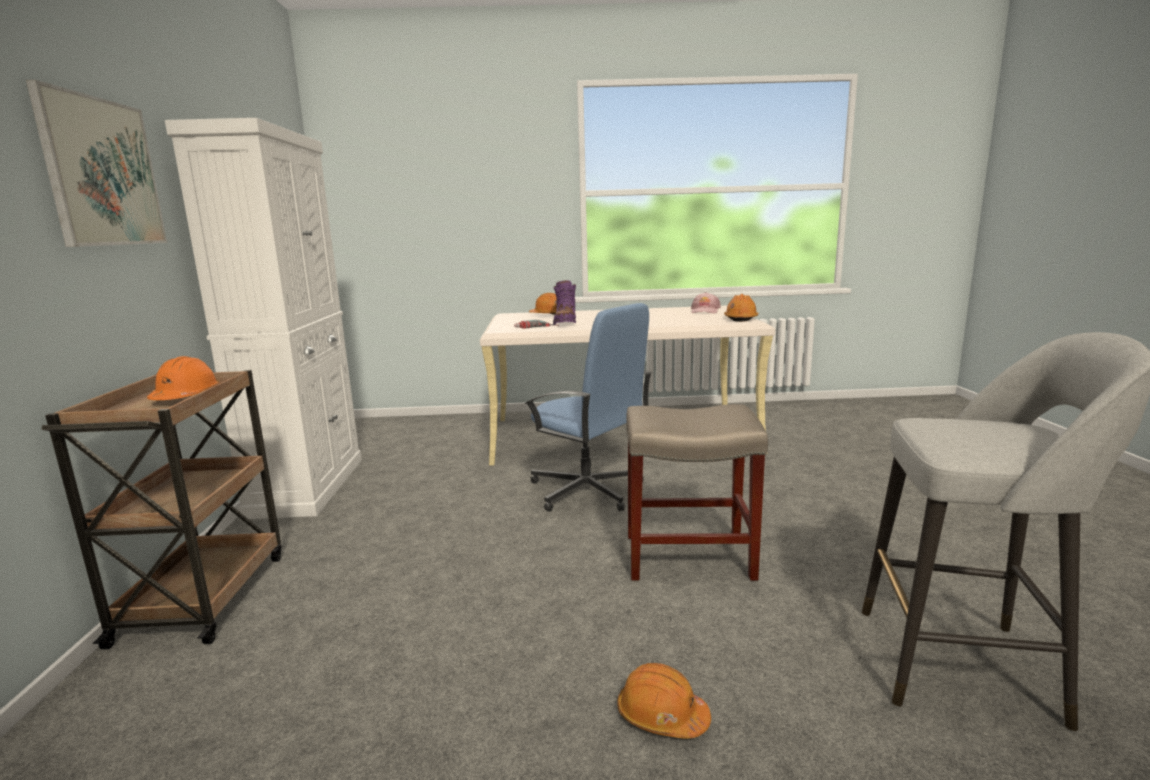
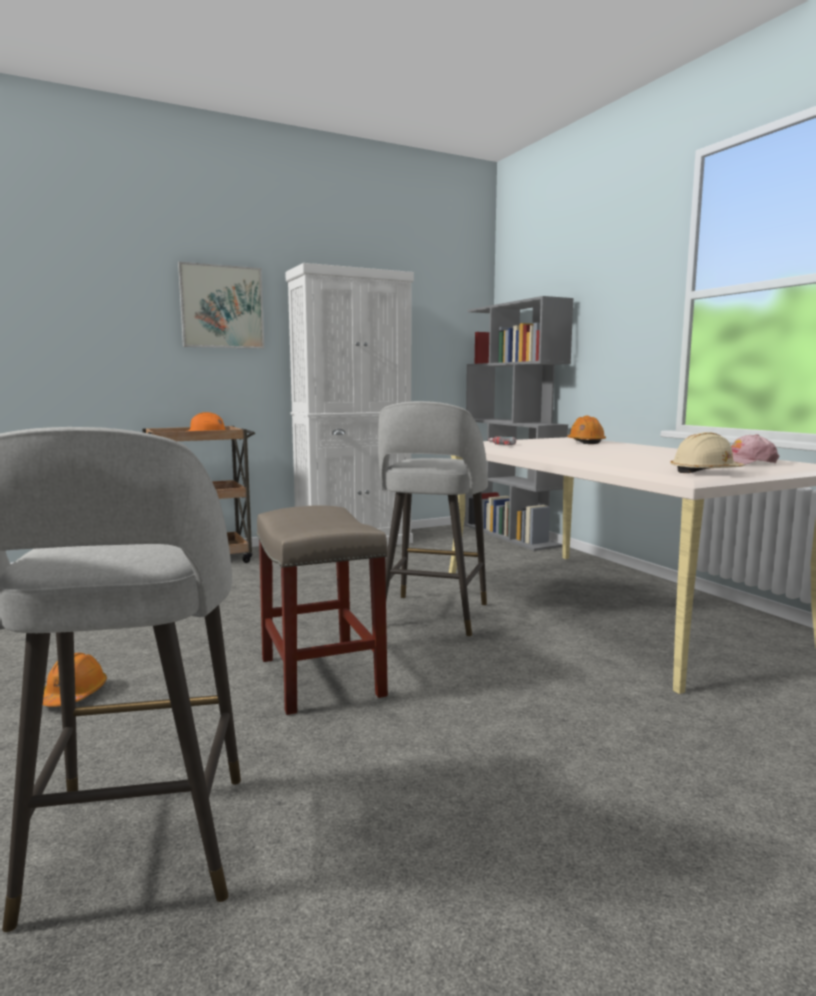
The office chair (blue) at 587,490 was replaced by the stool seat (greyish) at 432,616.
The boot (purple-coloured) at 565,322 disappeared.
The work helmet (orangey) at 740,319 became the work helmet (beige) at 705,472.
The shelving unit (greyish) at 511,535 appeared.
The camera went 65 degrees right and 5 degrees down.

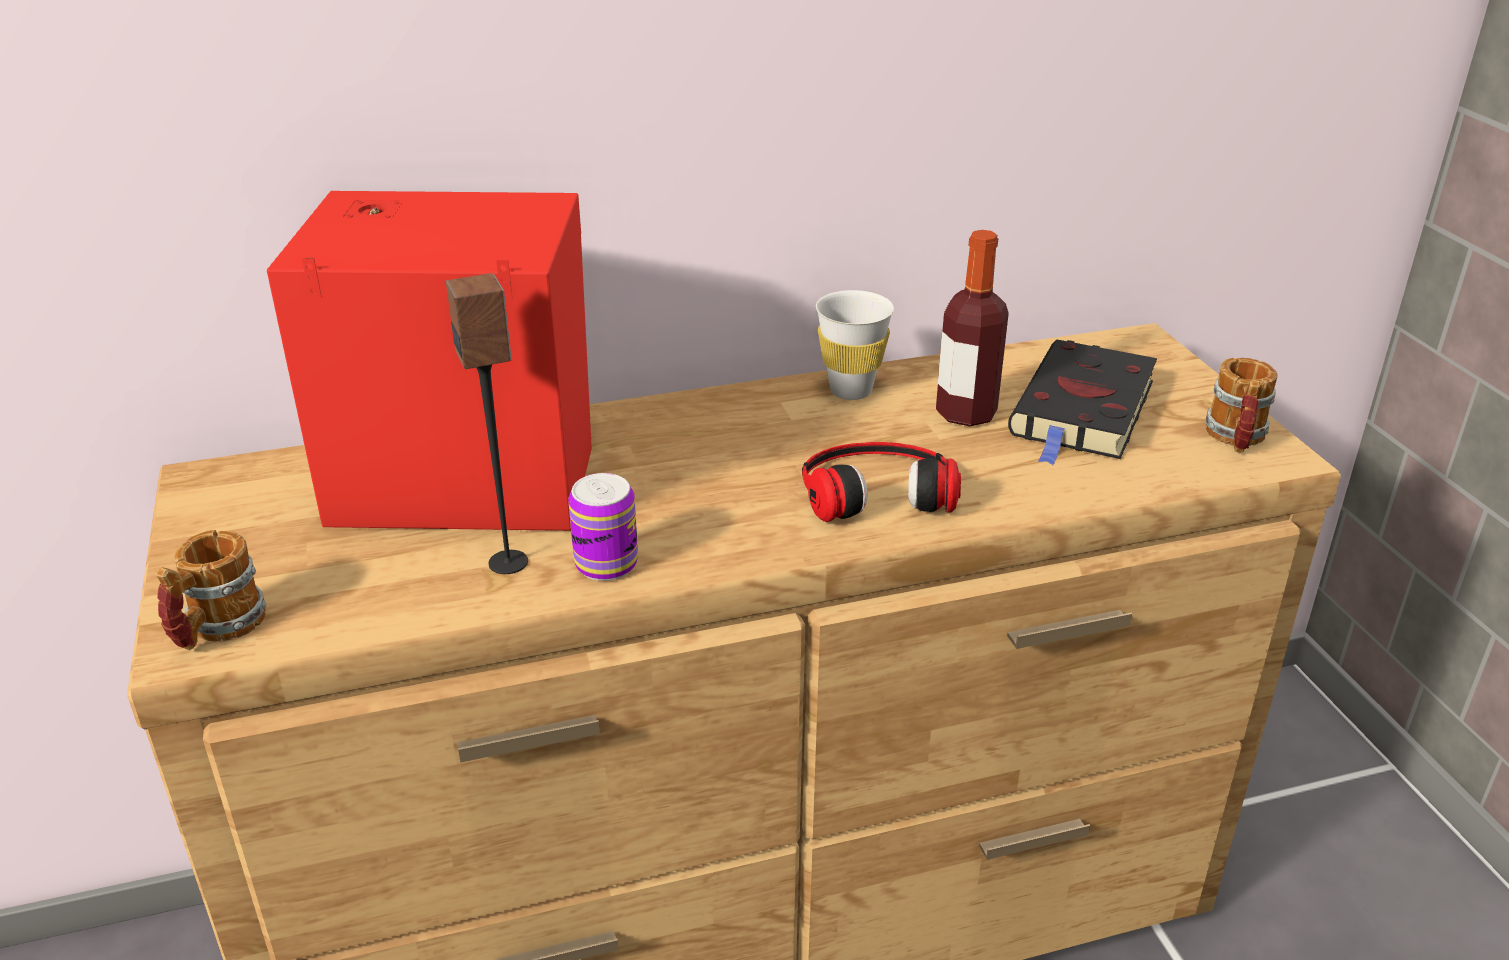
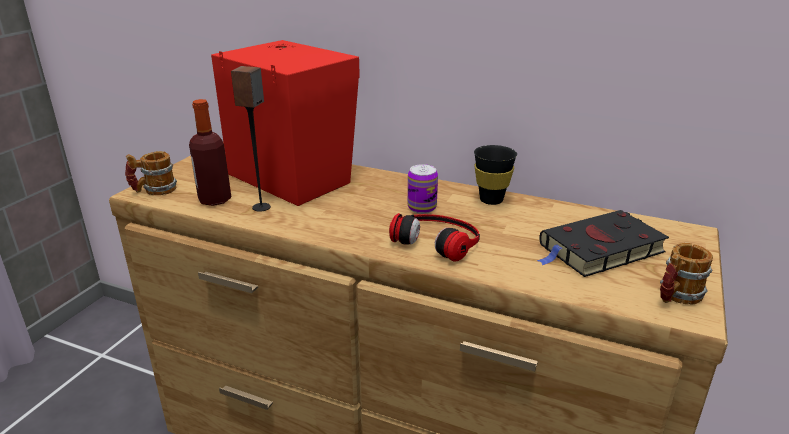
The sealed can moved from 606,564 to 422,207.
The small cup (white) at 851,390 became the small cup (black-coloured) at 491,200.
The beverage bottle moved from 966,413 to 215,199.
The camera went 40 degrees right and 5 degrees down.

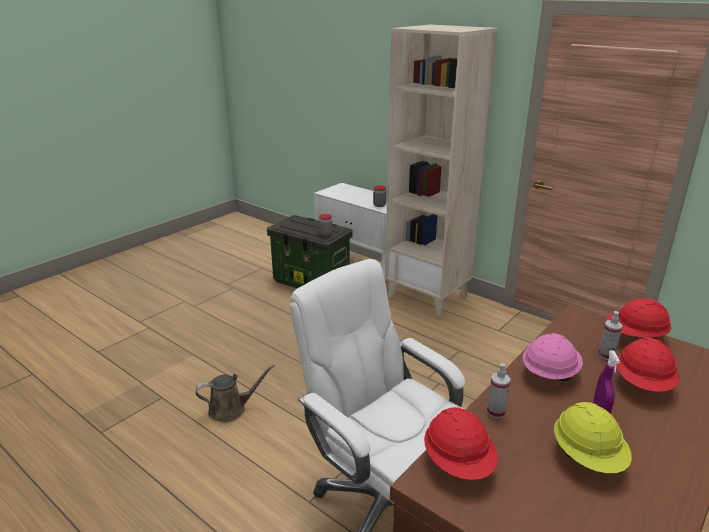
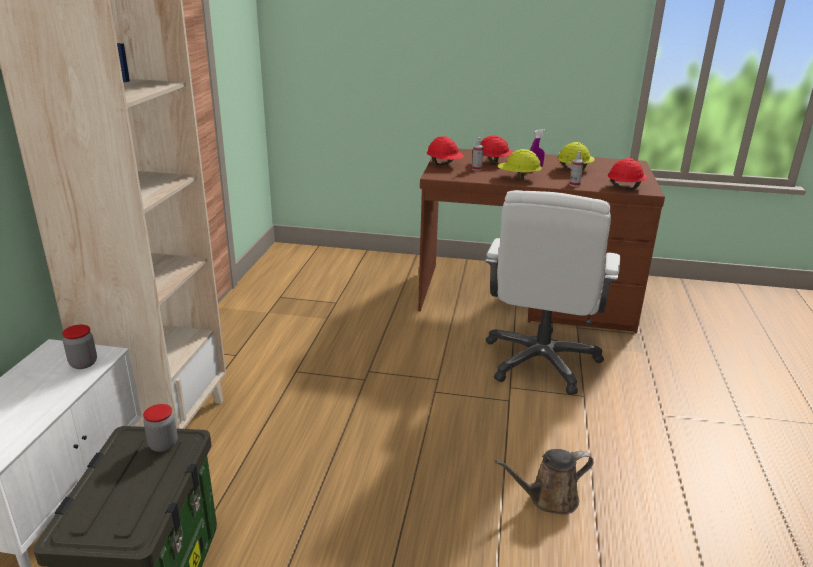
The watering pot (brownish) at 231,409 turned 60 degrees counterclockwise.
The work helmet (pink-coloured) at 549,374 became the work helmet (yellowish) at 518,178.
The camera went 120 degrees left and 0 degrees up.

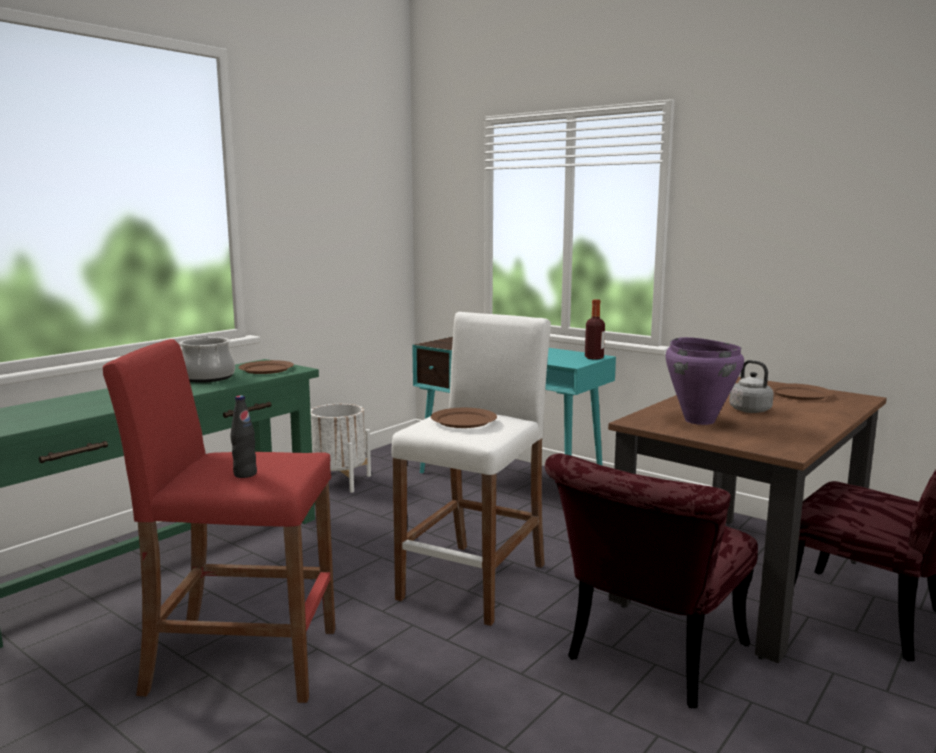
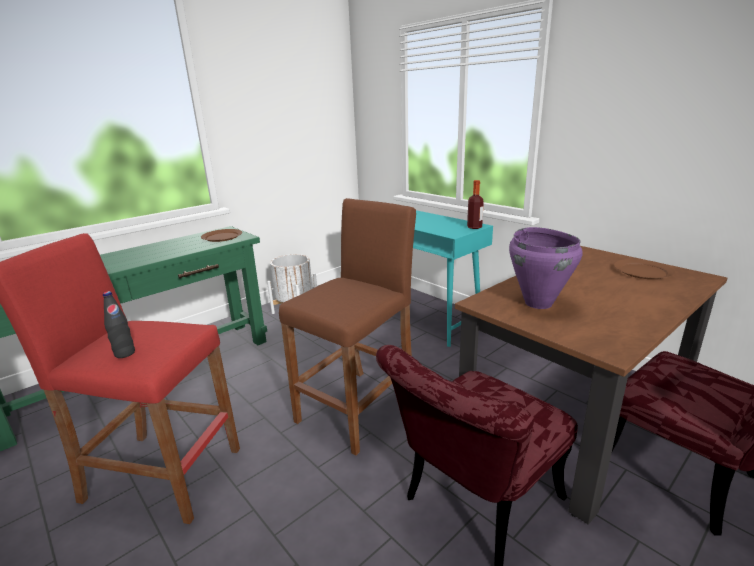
The stockpot at 207,377 disappeared.
The stool seat (white) at 474,581 became the stool seat (brownish) at 358,408.
The plate (brownish) at 463,420 disappeared.
The tea kettle (greyish) at 747,410 disappeared.
The camera went 10 degrees right and 10 degrees up.

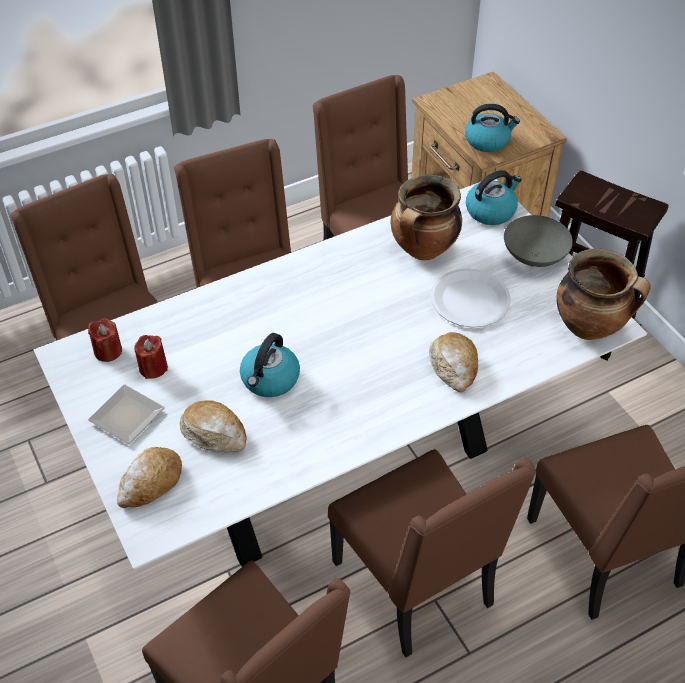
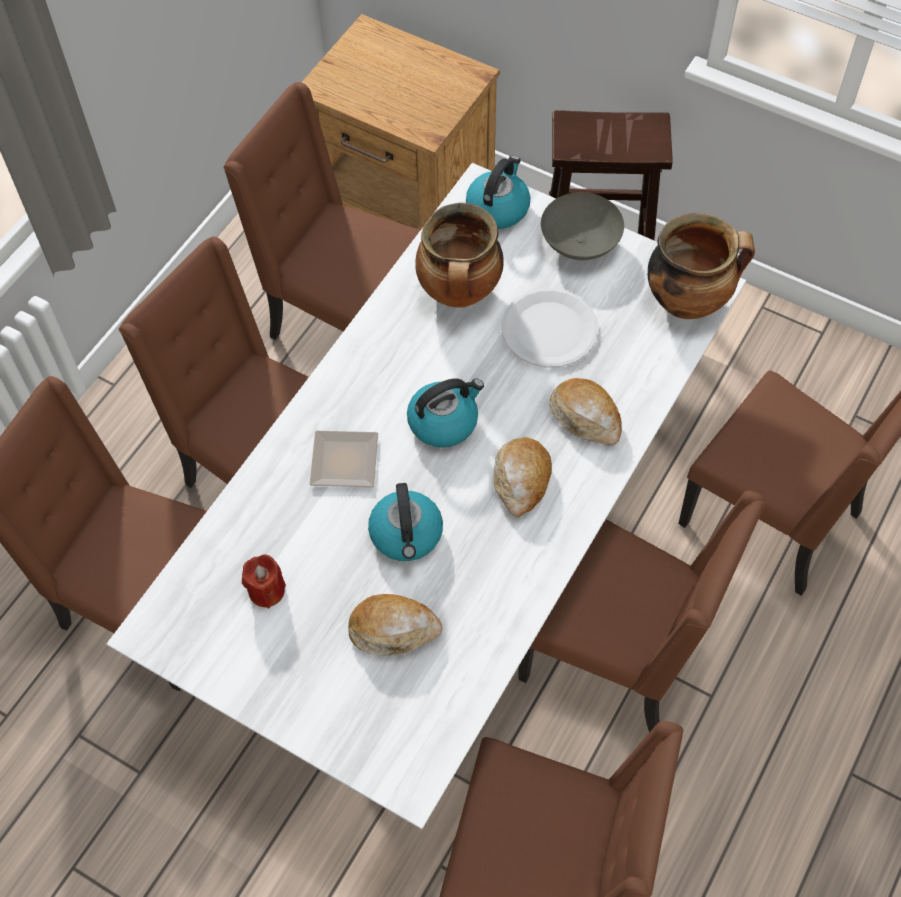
The candle (red) at 108,351 disappeared.
The plate moved from 124,417 to 342,463.
The bread moved from 150,483 to 521,481.
The tea kettle moved from 488,141 to 444,421.
The camera went 30 degrees left and 10 degrees up.

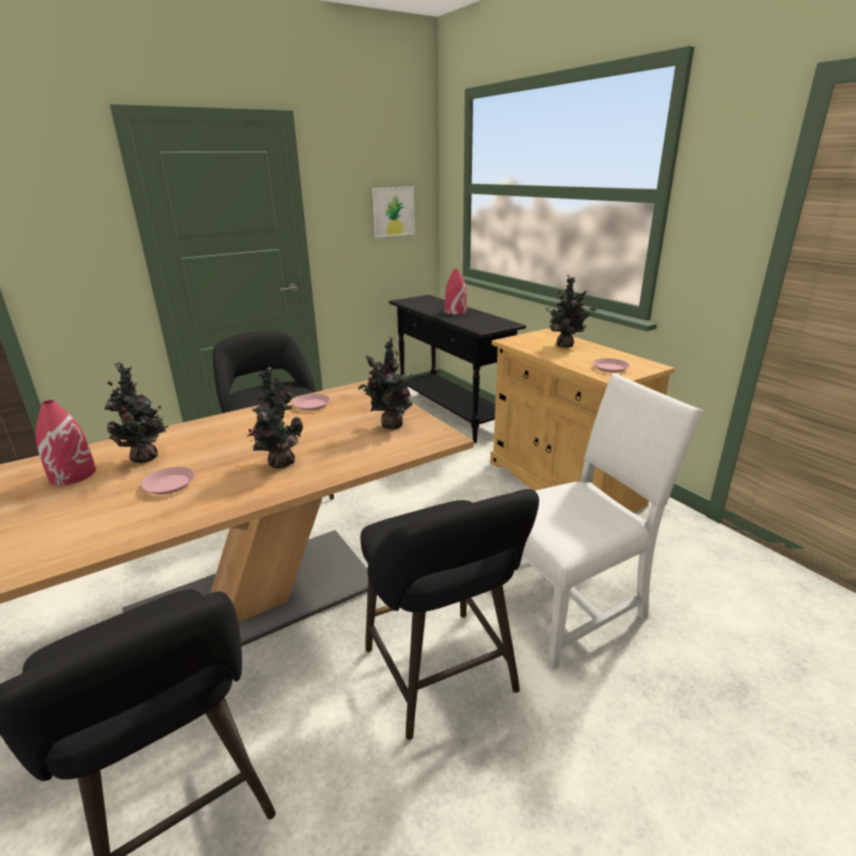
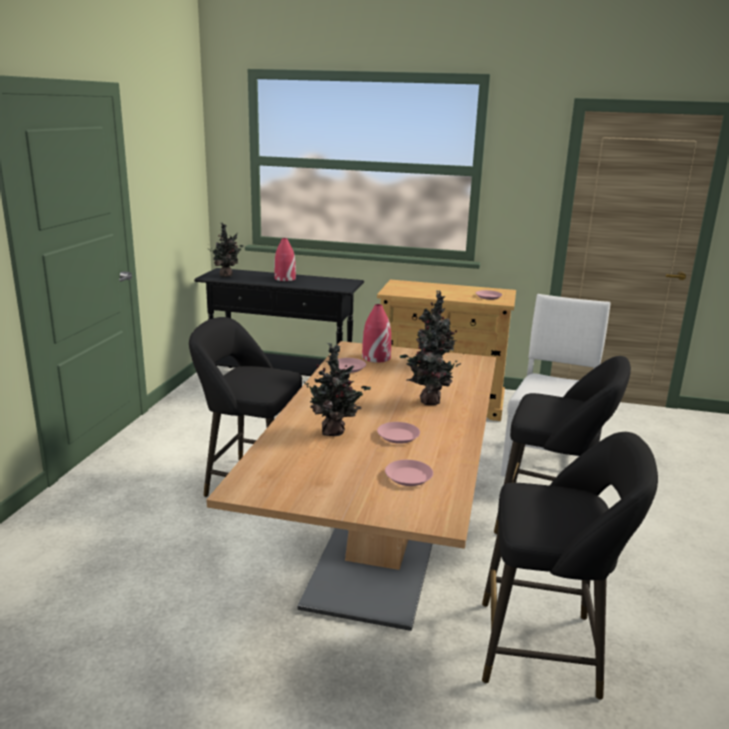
The decorative vase (red) moved from 72,474 to 376,357.
The picture at 393,211 disappeared.
The houseplant moved from 566,345 to 227,275.
The plate (pink-coloured) at 408,477 appeared.
The camera went 45 degrees left and 5 degrees down.

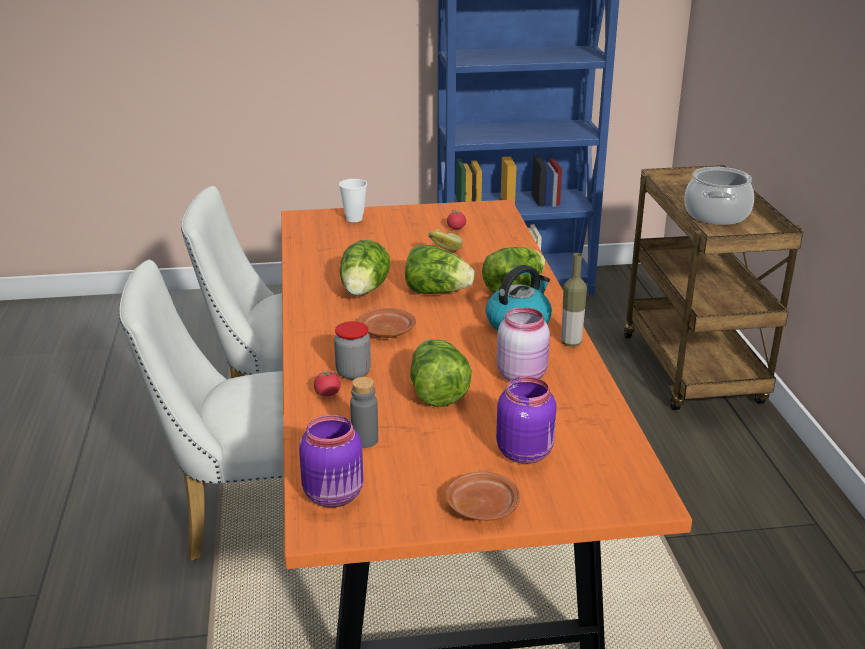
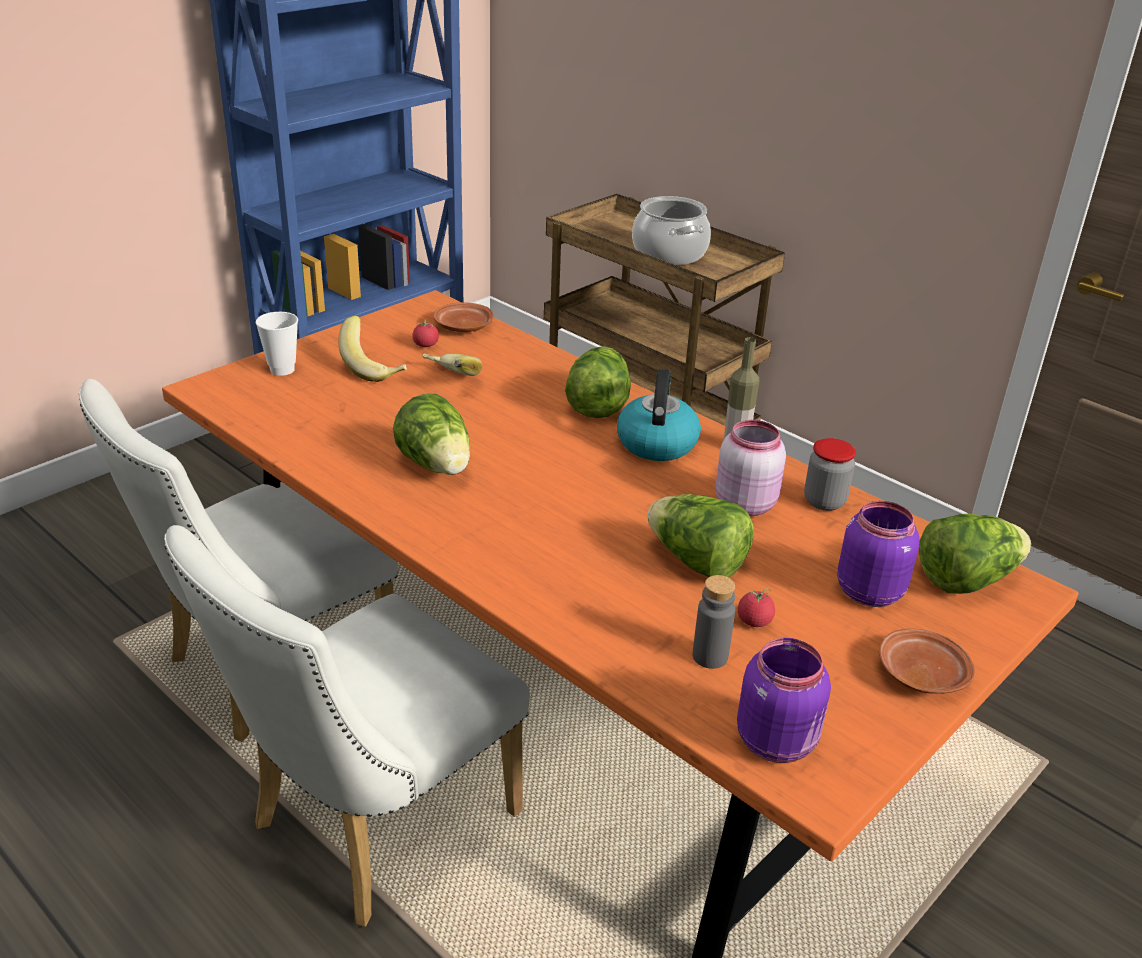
The fresh tomato moved from 327,393 to 754,621.
The storage jar moved from 353,372 to 824,501.
The plate (brownish) moved from 386,331 to 463,327.
The lettuce head moved from 437,292 to 966,580.
The whole banana at 374,368 appeared.
The camera went 40 degrees left and 5 degrees up.

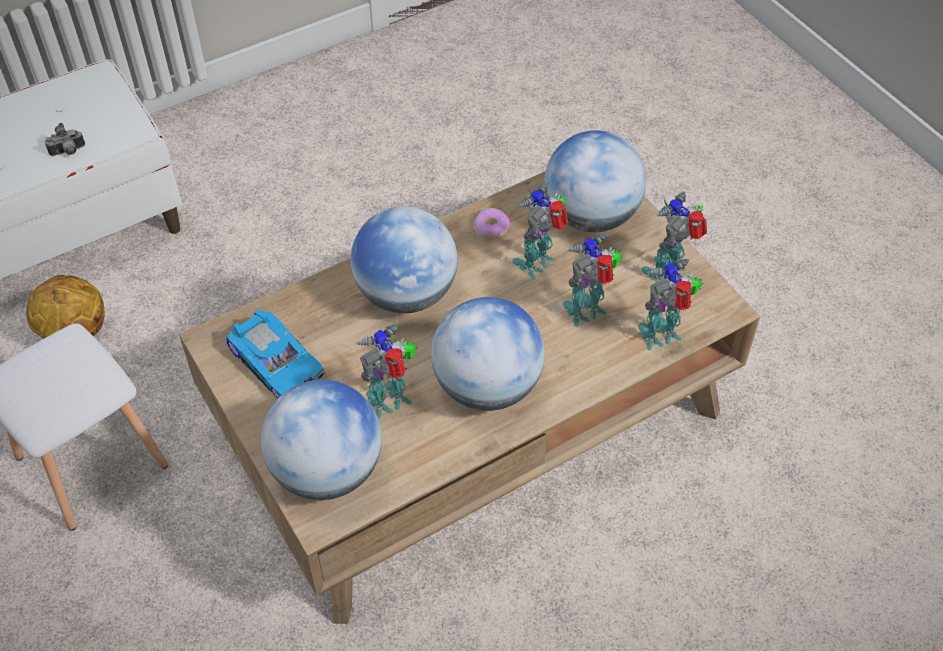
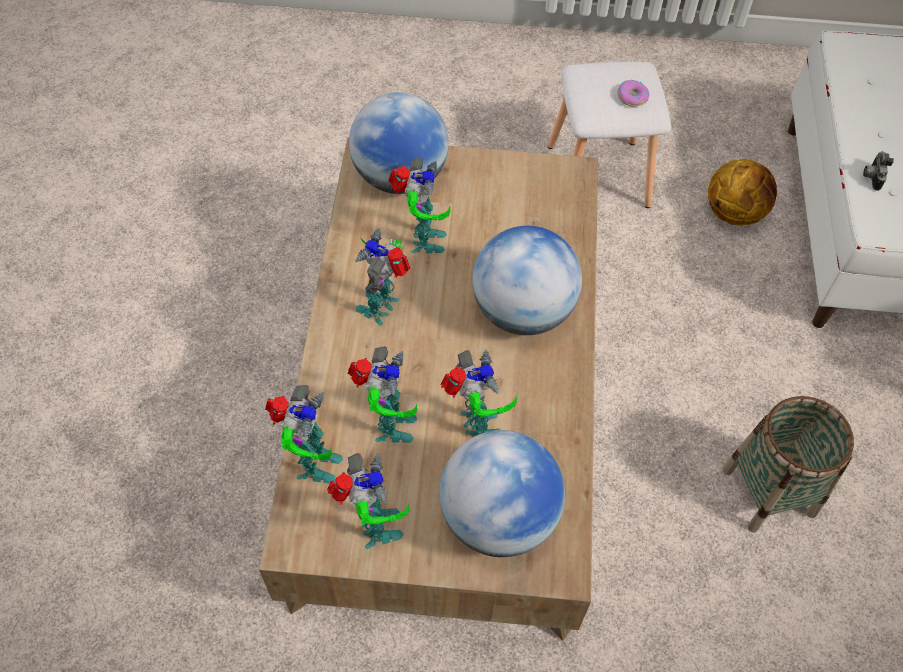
The model car at 277,361 disappeared.
The world globe at 487,386 was replaced by the toy robot at 382,307.
The donut moved from 491,227 to 632,97.
The household basket at 769,491 appeared.
The camera went 125 degrees right and 5 degrees up.

